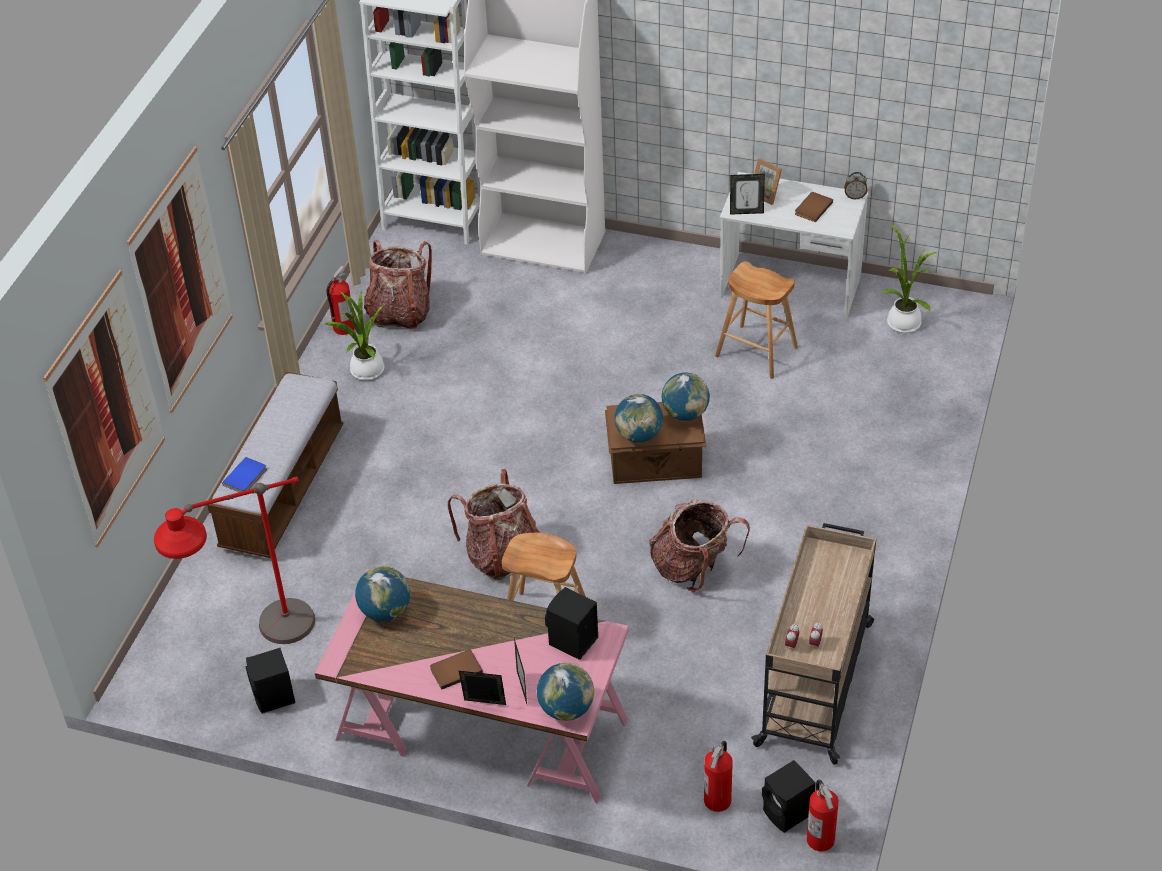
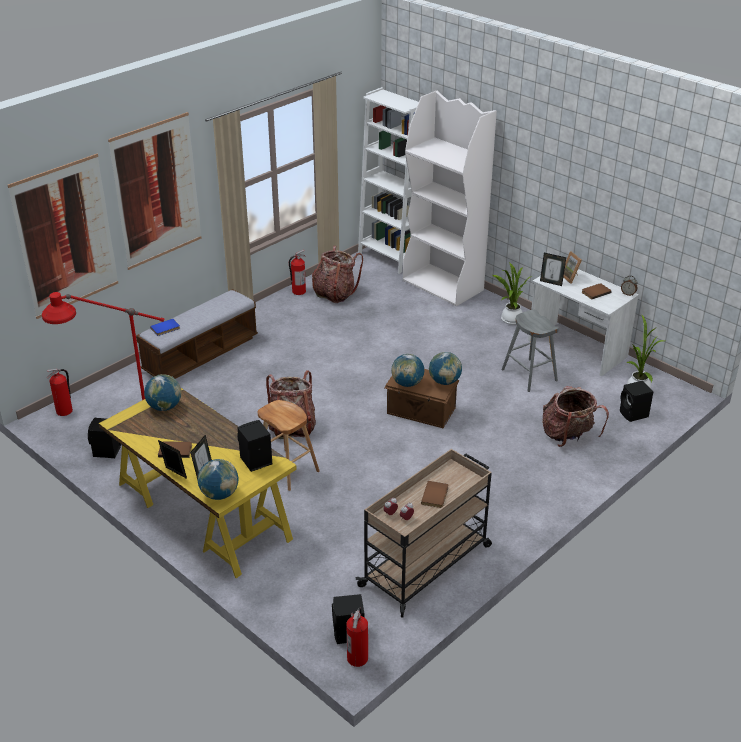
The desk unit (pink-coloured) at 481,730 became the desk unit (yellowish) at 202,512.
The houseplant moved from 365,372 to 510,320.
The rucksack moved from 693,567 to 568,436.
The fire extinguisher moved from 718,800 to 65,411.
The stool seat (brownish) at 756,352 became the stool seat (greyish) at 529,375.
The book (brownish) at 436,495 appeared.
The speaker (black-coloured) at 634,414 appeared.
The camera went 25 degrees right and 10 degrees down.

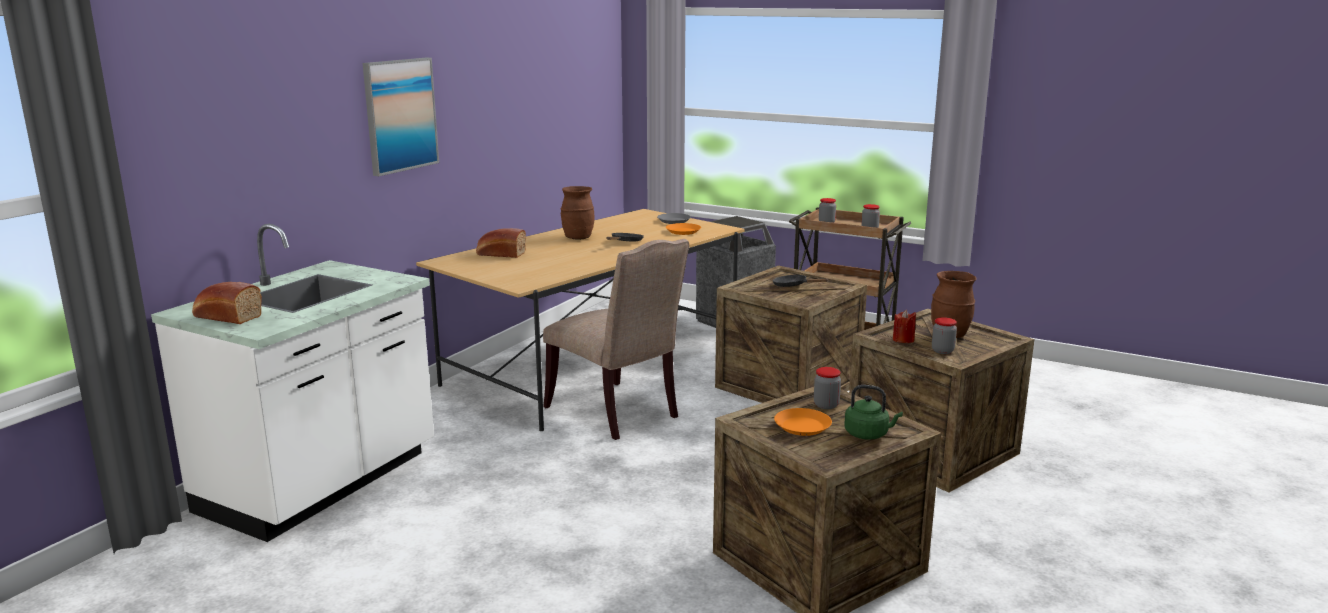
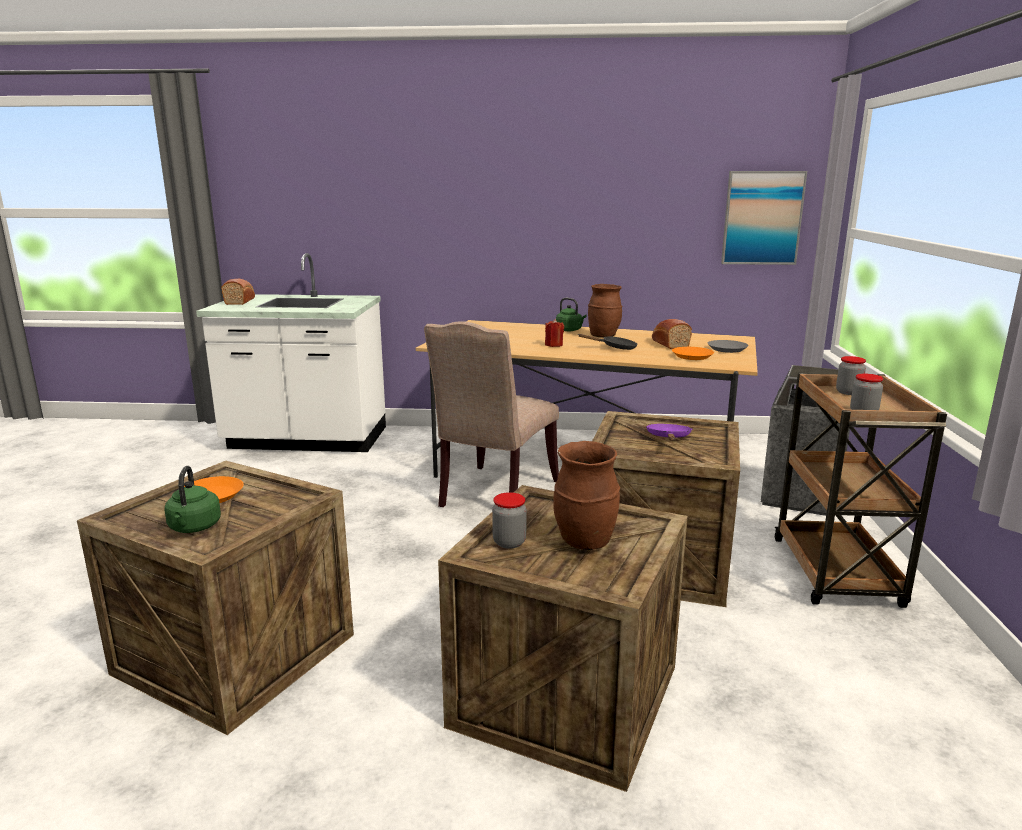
The picture moved from 400,115 to 762,218.
The bread moved from 500,254 to 669,343.
The pan (black-coloured) at 793,286 became the pan (purple-coloured) at 669,438.
The storage jar at 826,405 disappeared.
The candle (red) moved from 903,340 to 553,345.
The tea kettle (greenish) at 570,330 appeared.
The camera went 65 degrees right and 0 degrees up.

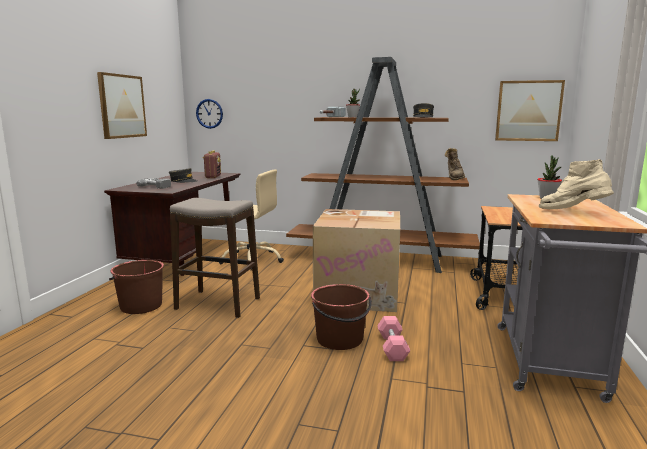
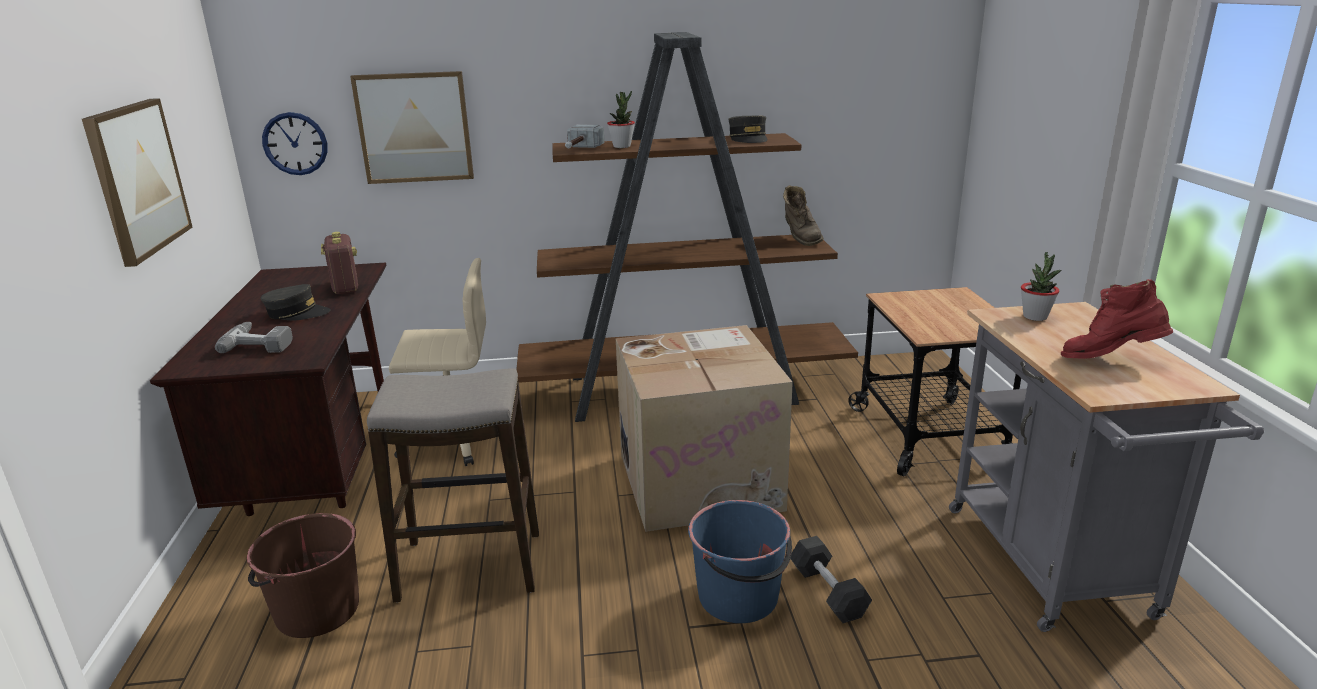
The bucket (brownish) at 340,339 became the bucket (blue) at 739,597.
The hand weight (pink-coloured) at 392,347 became the hand weight (black-coloured) at 828,592.
The picture moved from 528,111 to 414,127.
The boot (beige) at 573,212 became the boot (red) at 1110,360.
The camera went 20 degrees left and 10 degrees up.

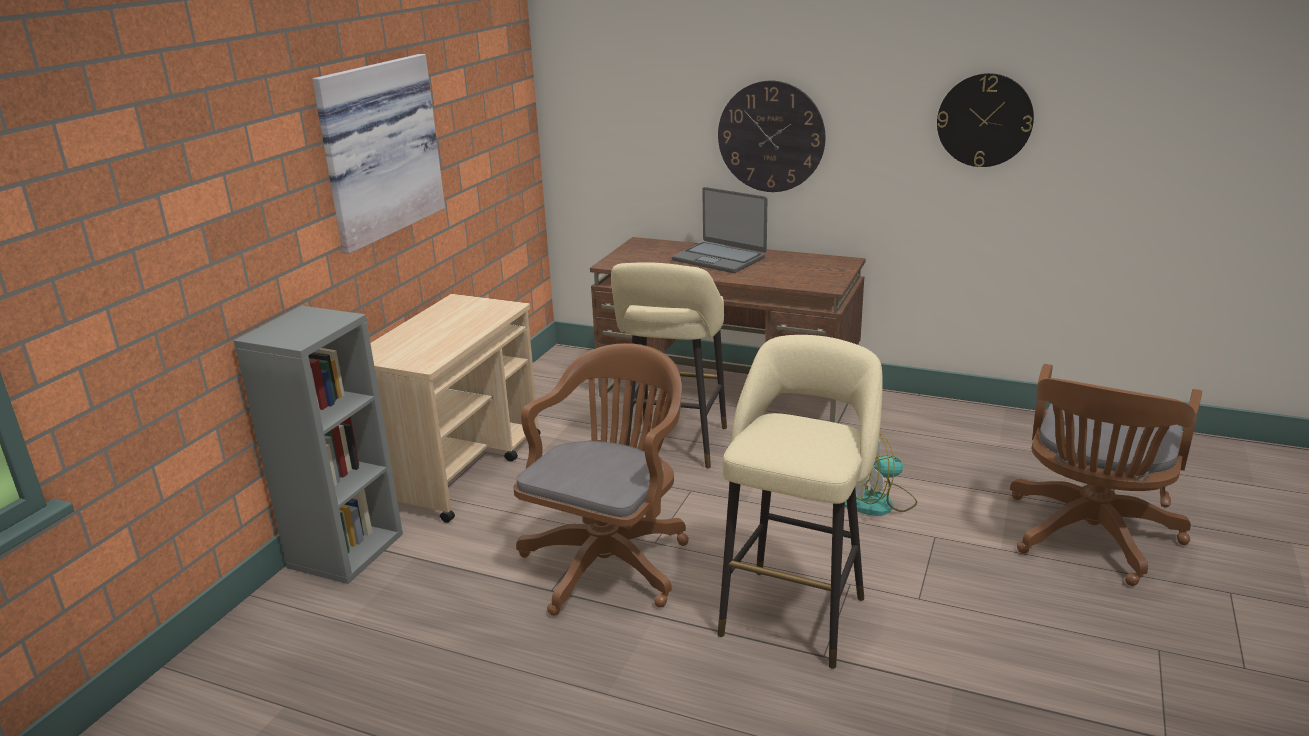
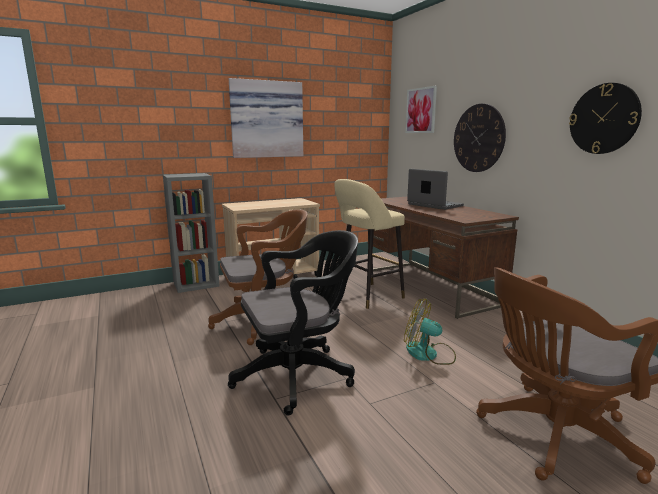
The laptop at 719,258 turned 150 degrees clockwise.
The stool seat (beige) at 796,610 was replaced by the office chair (black-coloured) at 299,375.
The picture at 421,110 appeared.
The camera went 40 degrees right and 10 degrees down.

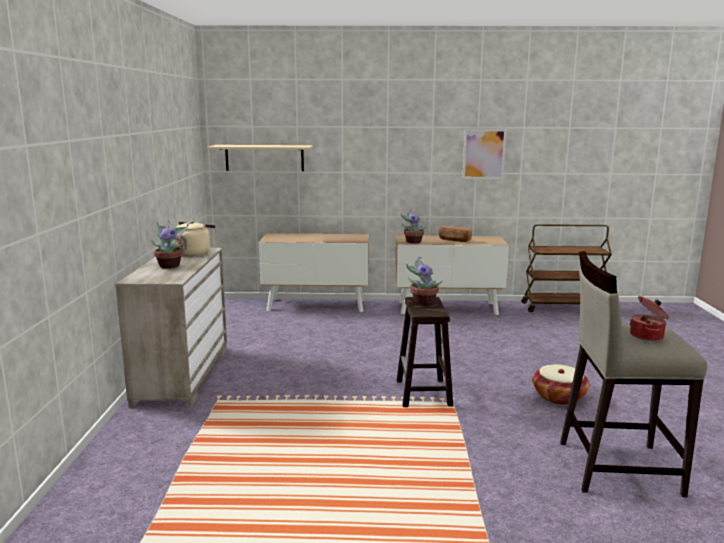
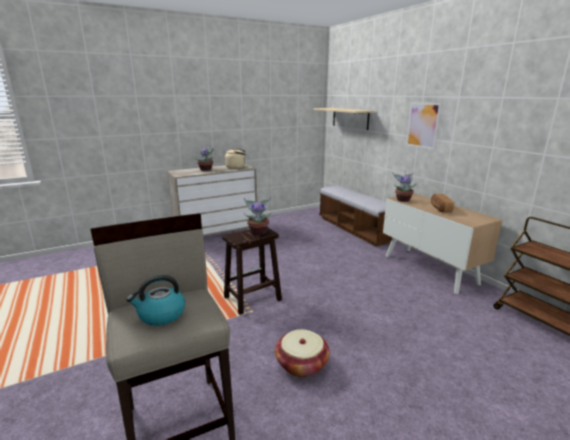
The storage cabinet at 317,305 was replaced by the bench at 355,229.
The picture moved from 484,154 to 423,125.
The stockpot at 647,336 was replaced by the tea kettle at 161,315.
The camera went 60 degrees right and 5 degrees up.

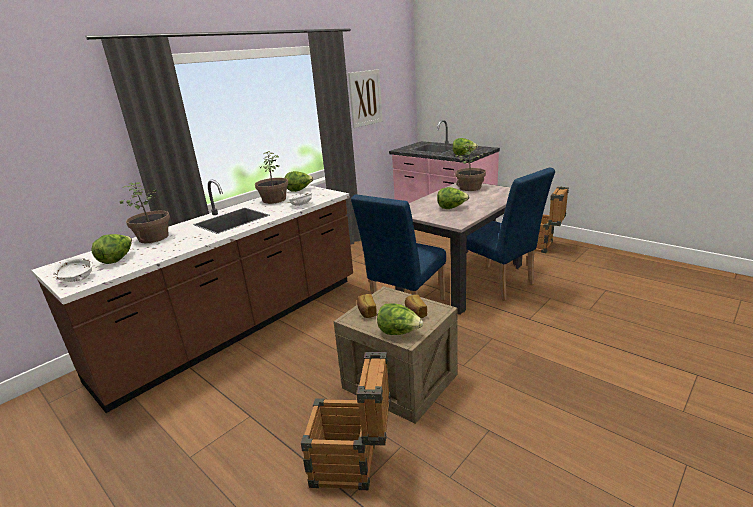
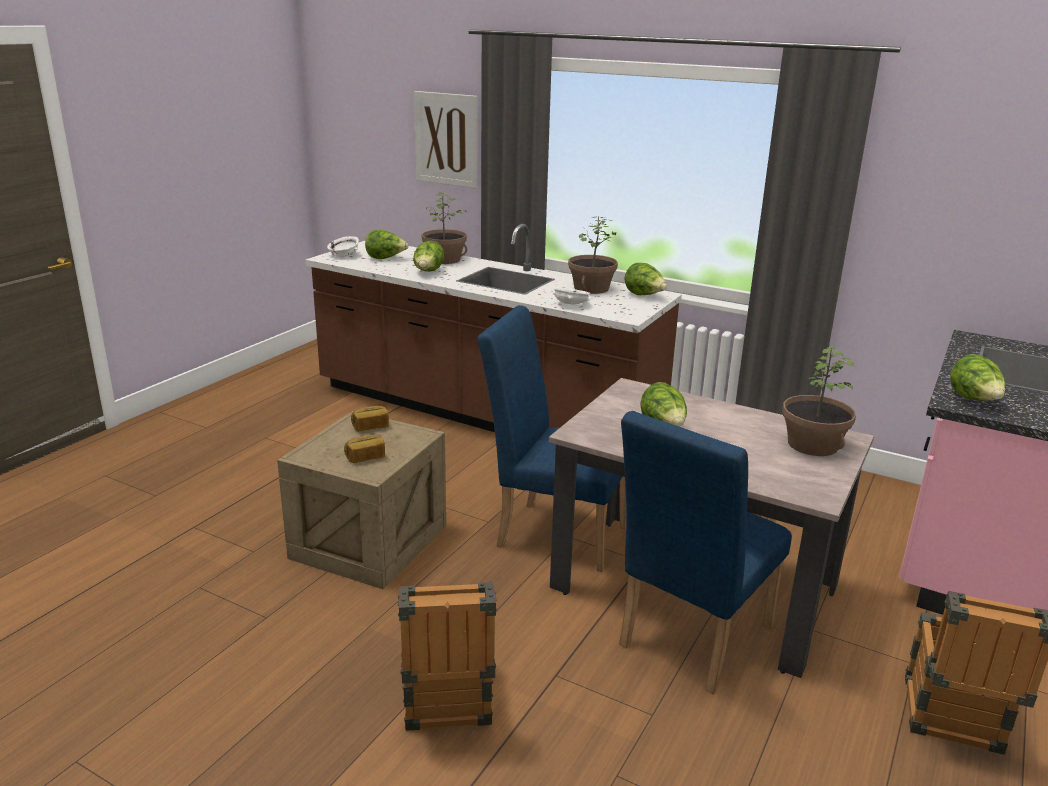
The crate moved from 353,465 to 446,708.
The picture moved from 365,98 to 446,139.
The lettuce head moved from 399,332 to 428,272.
The camera went 75 degrees right and 0 degrees up.

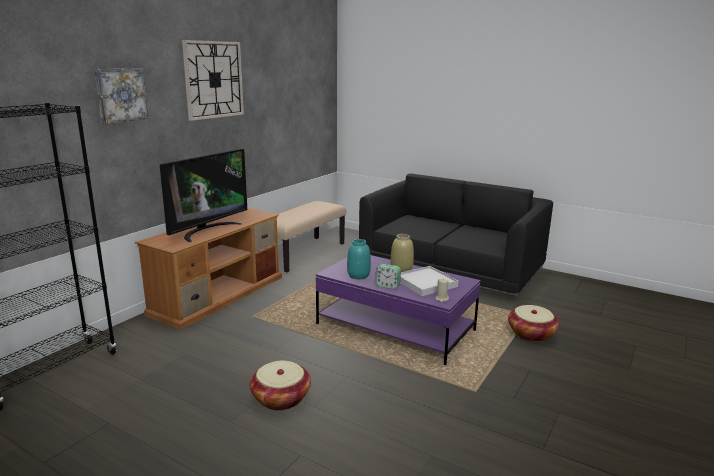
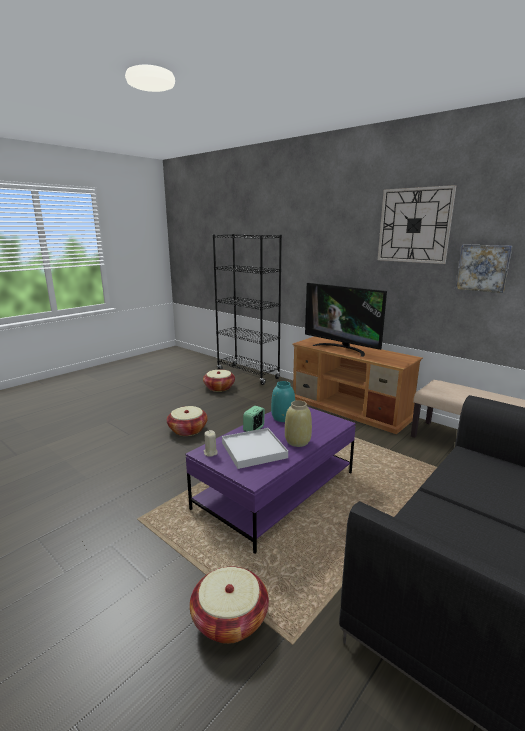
The picture moved from 120,95 to 483,268.
The household basket at 219,388 appeared.
The camera went 100 degrees right and 0 degrees up.

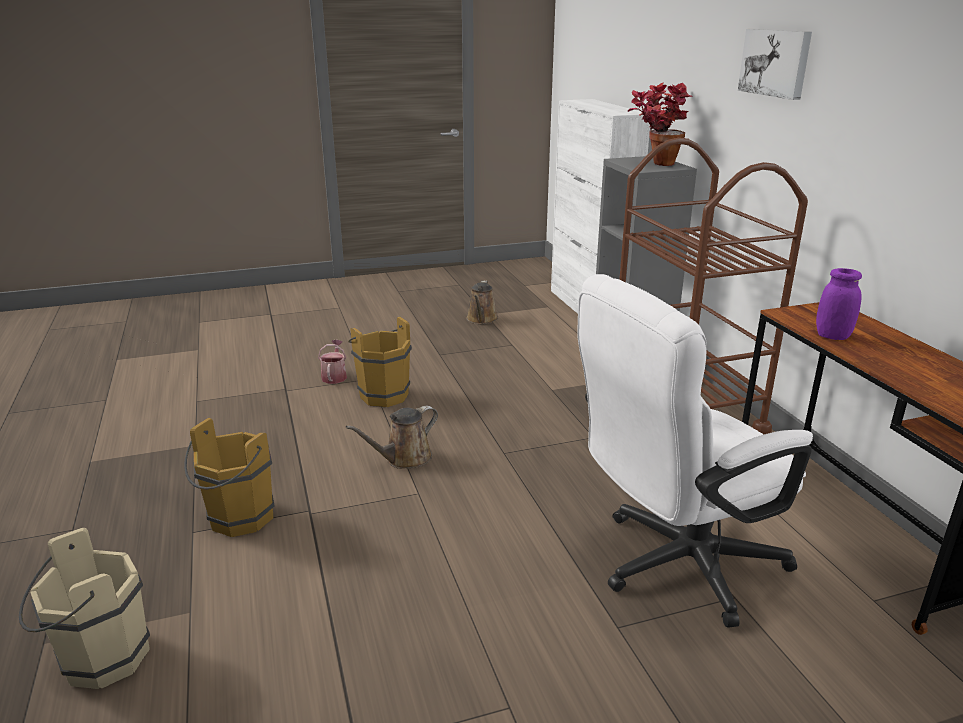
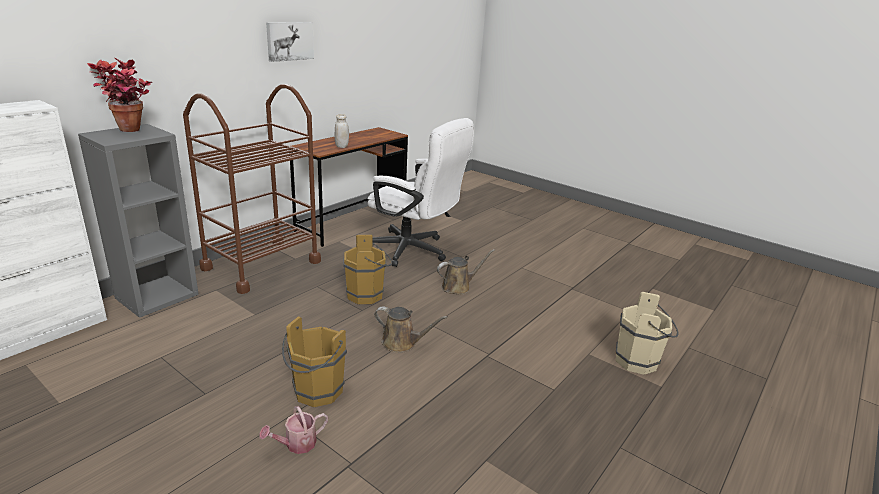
The bucket (brownish) moved from 238,520 to 368,295.
The watering pot (brownish) moved from 481,319 to 458,287.
The picture moved from 776,62 to 289,41.
The storage jar (purple-coloured) at 832,336 became the storage jar (white) at 341,146.
The camera went 125 degrees left and 0 degrees up.

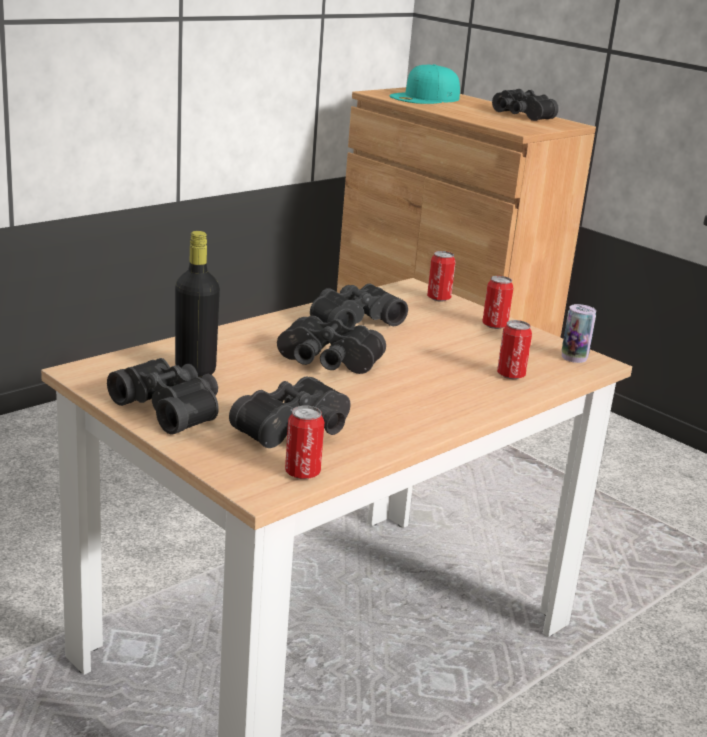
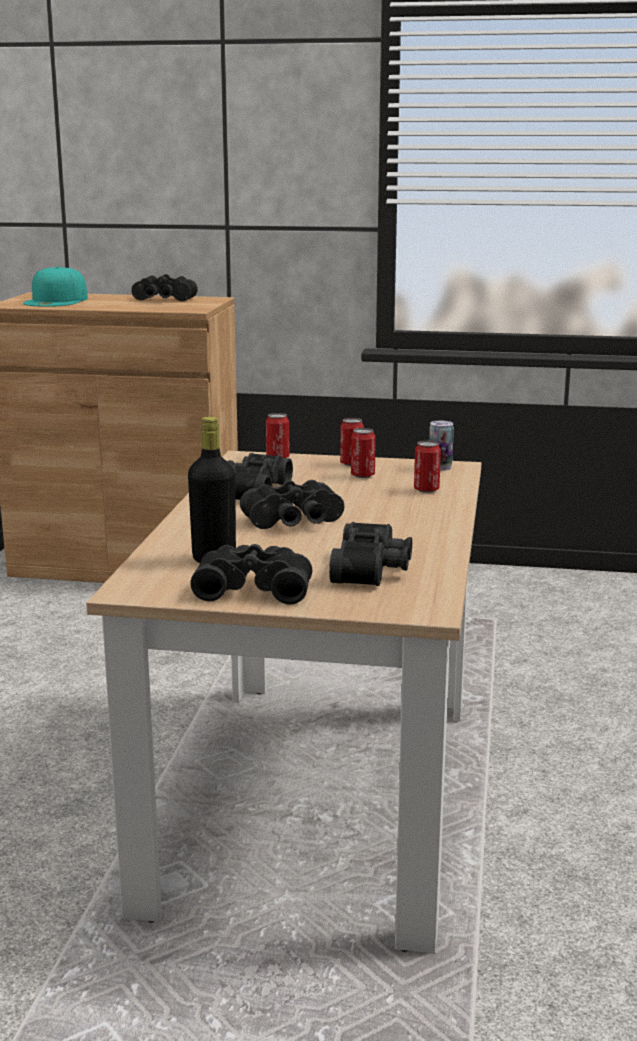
The sealed can moved from 302,473 to 362,475.
The camera went 35 degrees left and 5 degrees down.

